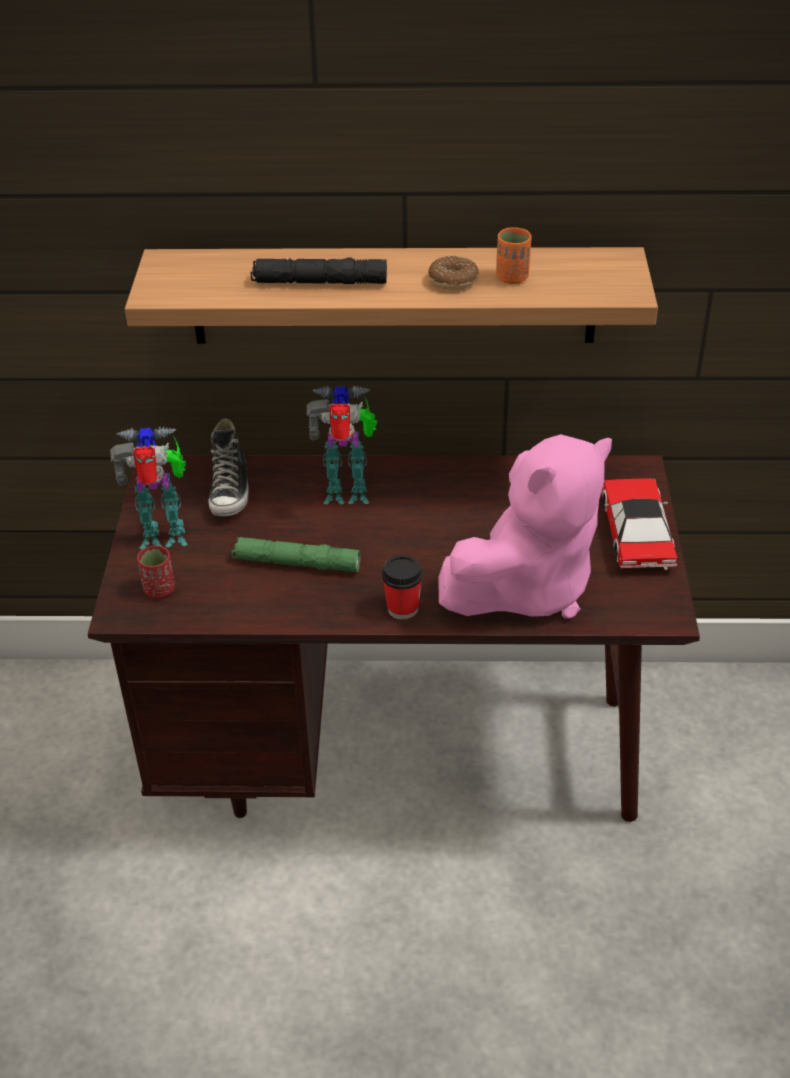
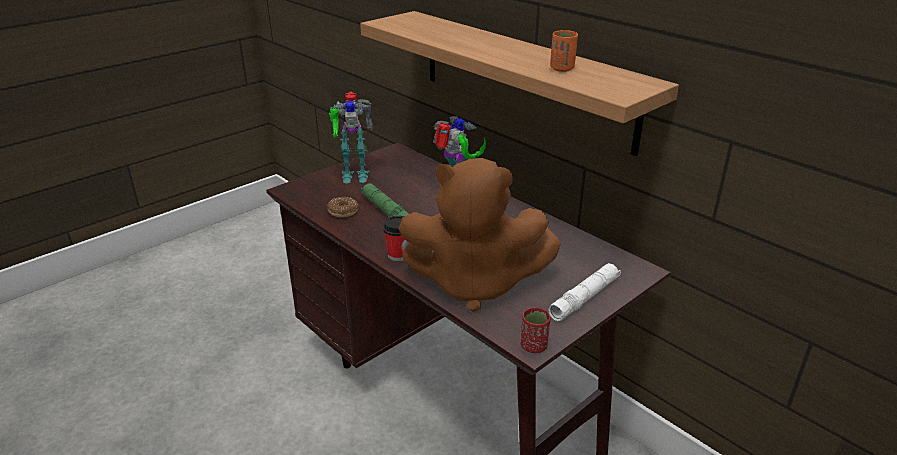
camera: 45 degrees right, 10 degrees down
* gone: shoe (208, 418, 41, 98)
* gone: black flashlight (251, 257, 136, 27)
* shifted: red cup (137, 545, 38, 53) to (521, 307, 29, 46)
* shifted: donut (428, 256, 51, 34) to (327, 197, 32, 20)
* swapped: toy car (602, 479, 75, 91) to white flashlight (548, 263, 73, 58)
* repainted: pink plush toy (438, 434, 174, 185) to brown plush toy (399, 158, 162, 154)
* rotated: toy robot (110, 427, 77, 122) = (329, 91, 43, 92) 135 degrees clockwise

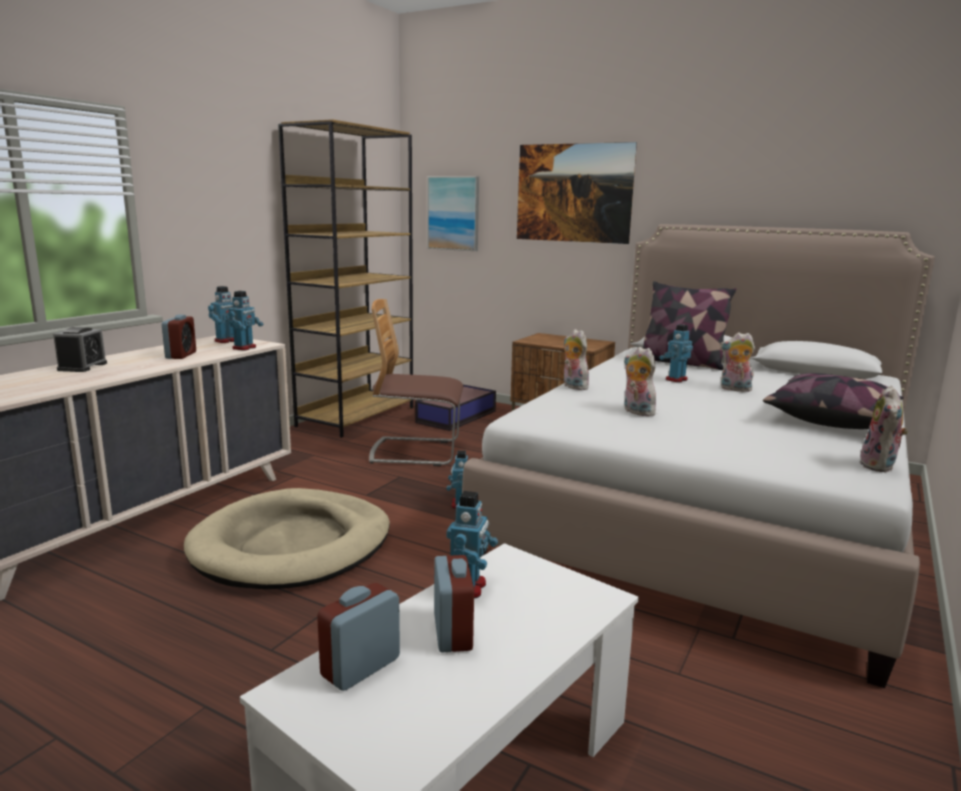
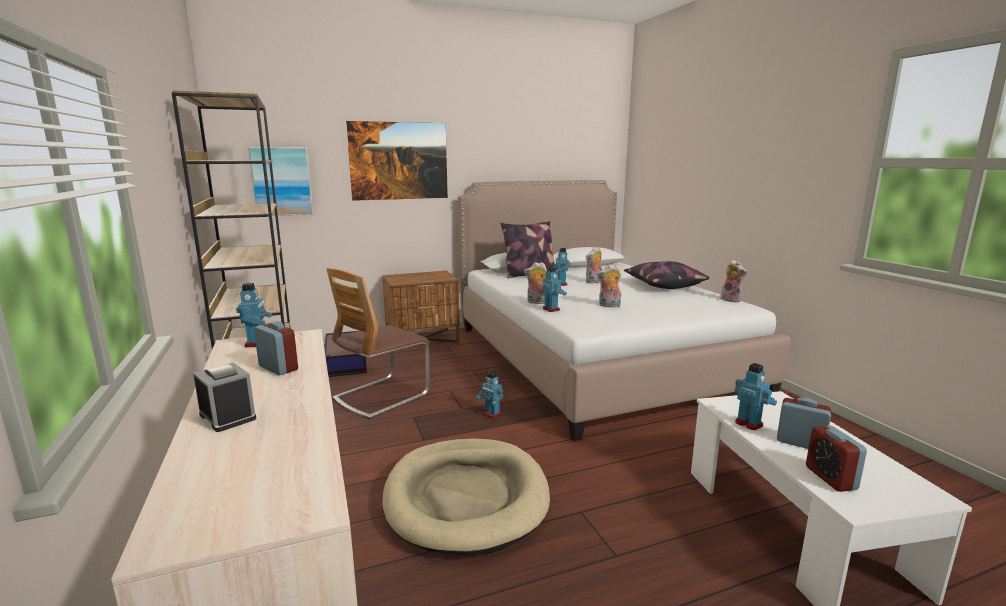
camera: 50 degrees left, 0 degrees up
* shifted: toy robot (228, 291, 35, 59) to (542, 266, 25, 46)

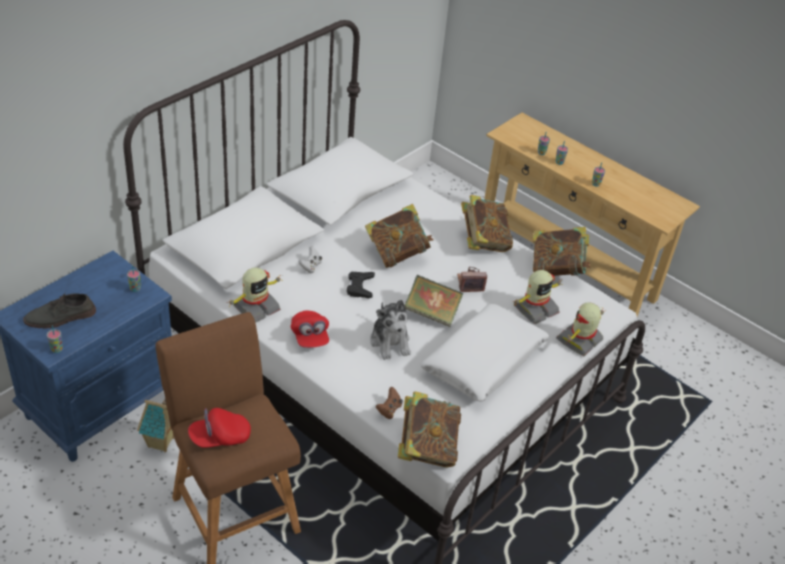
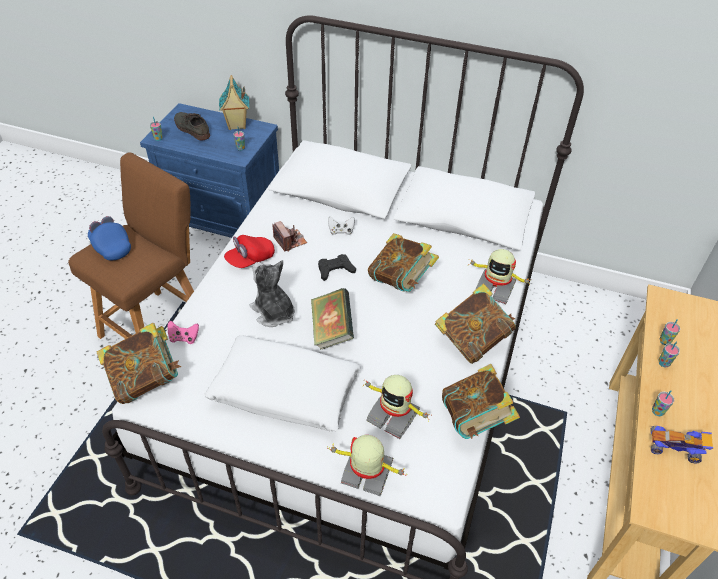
camera: 70 degrees right, 5 degrees up
* new: toy car (650, 426, 63, 38)
* shifted: toy house (137, 399, 37, 53) to (219, 75, 31, 55)
* shifted: toy robot (229, 267, 53, 56) to (468, 249, 62, 55)
* shifted: photo camera (457, 267, 30, 25) to (273, 221, 34, 30)
* repainted: red cap (188, 408, 63, 40) to blue cap (88, 216, 43, 44)
* repainted: brown game controller (376, 387, 27, 32) to pink game controller (168, 321, 31, 23)
* rotated: plush toy (370, 300, 41, 60) = (249, 260, 46, 67) 90 degrees clockwise

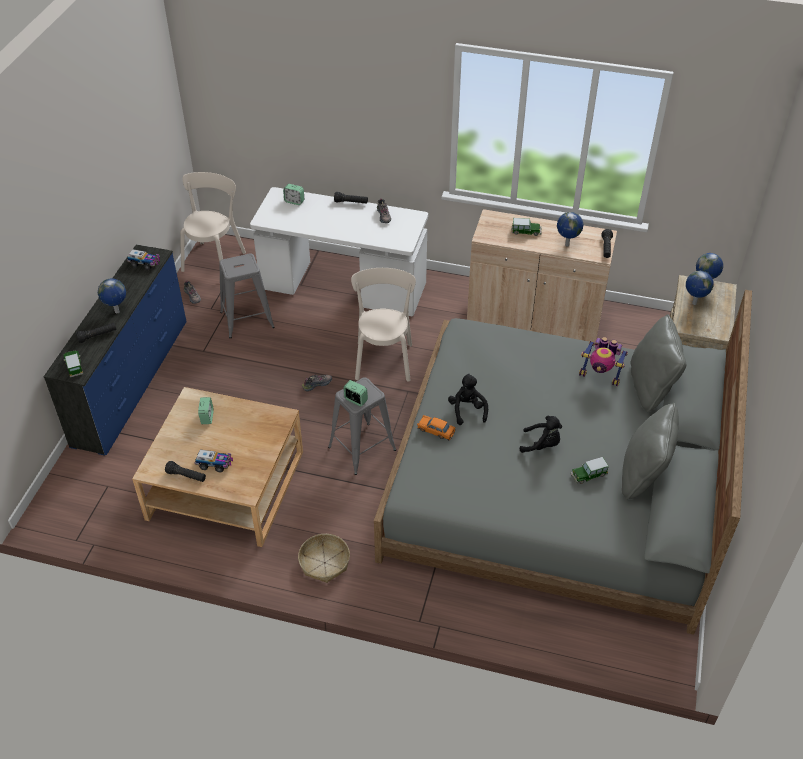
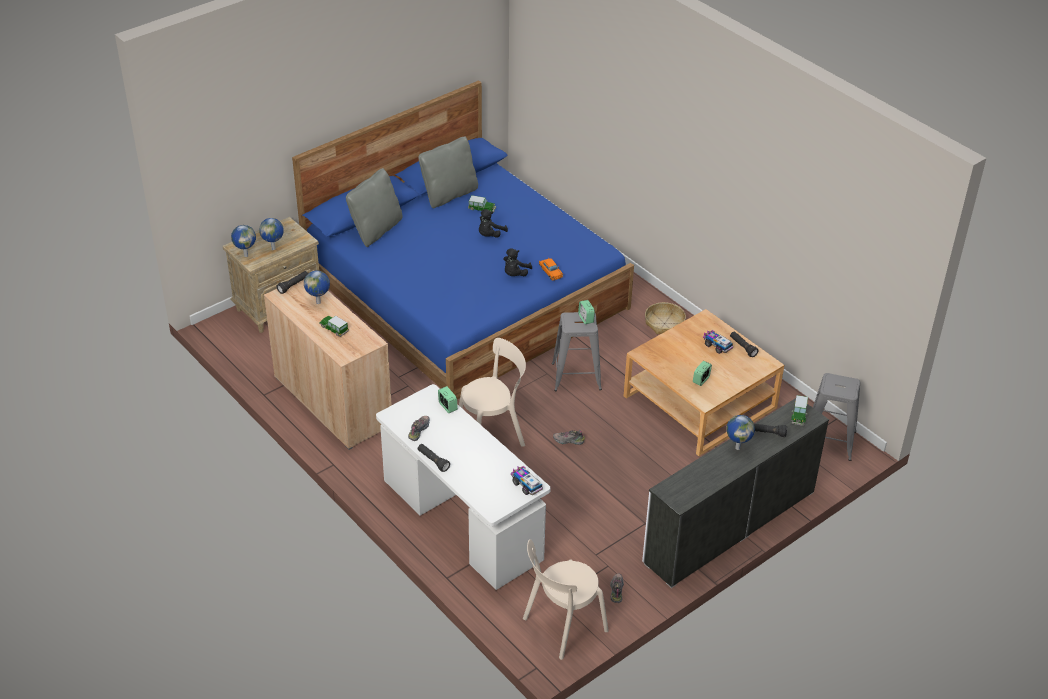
camera: 145 degrees left, 5 degrees down
* gone: toy robot (579, 337, 49, 49)
* shifted: toy truck (127, 249, 33, 21) to (511, 466, 32, 29)
* shifted: grey stool (219, 254, 56, 84) to (813, 373, 48, 88)
* shifted: alarm clock (283, 184, 21, 21) to (438, 386, 20, 27)
* repainted: blue dresser (43, 244, 144, 212) to white dresser (642, 398, 187, 190)
* repainted: grey bed (374, 290, 378, 345) to blue bed (292, 81, 342, 318)
* rotated: beige chair (351, 268, 65, 113) = (459, 338, 67, 109) 150 degrees counterclockwise
* rotated: black plush toy (520, 416, 42, 37) = (479, 209, 29, 29) 105 degrees counterclockwise

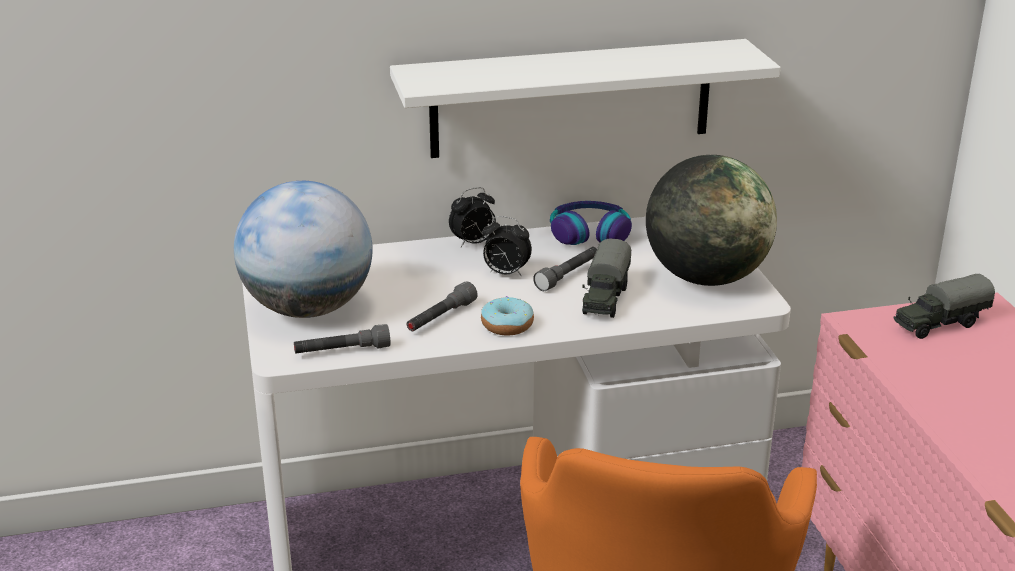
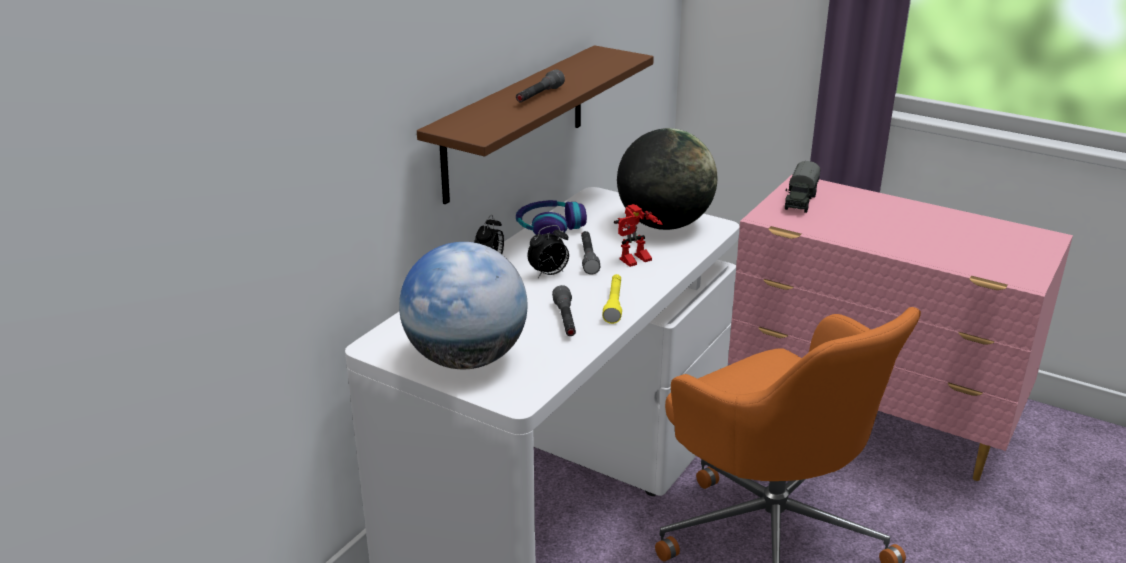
camera: 45 degrees left, 0 degrees up
* shifted: grey flashlight (294, 324, 96, 29) to (516, 69, 49, 33)
* swapped: donut (481, 296, 53, 39) to yellow flashlight (603, 274, 19, 50)
* swapped: toy truck (582, 238, 49, 80) to toy robot (614, 204, 49, 63)
* repainted: white shelf (390, 39, 391, 119) to brown shelf (417, 45, 237, 159)

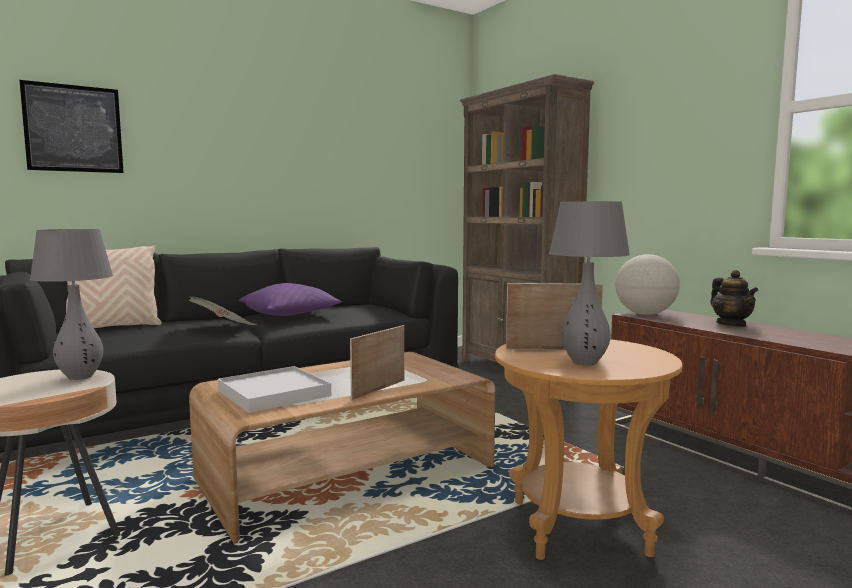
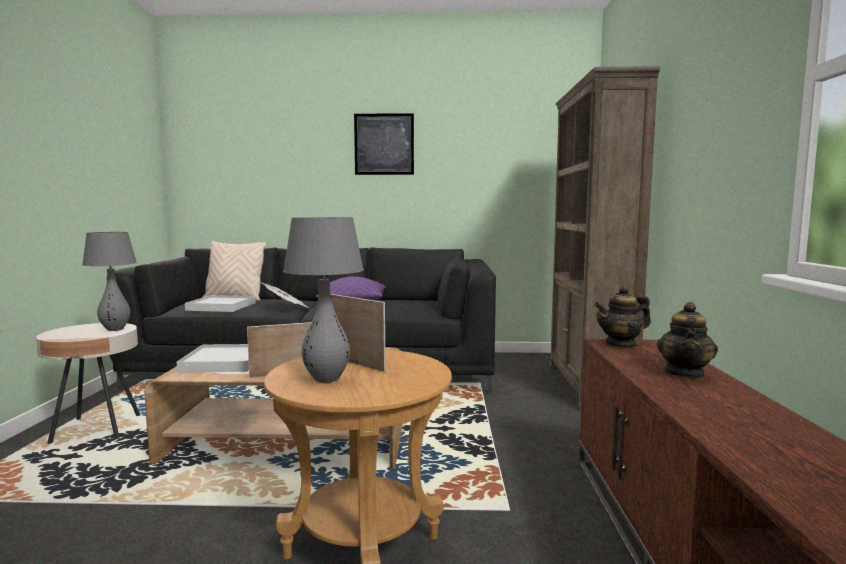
camera: 35 degrees right, 0 degrees up
* new: white tray (185, 295, 70, 17)
* shifted: picture (19, 80, 105, 93) to (354, 113, 60, 62)
* swapped: globe (615, 254, 65, 61) to teapot (594, 285, 57, 63)

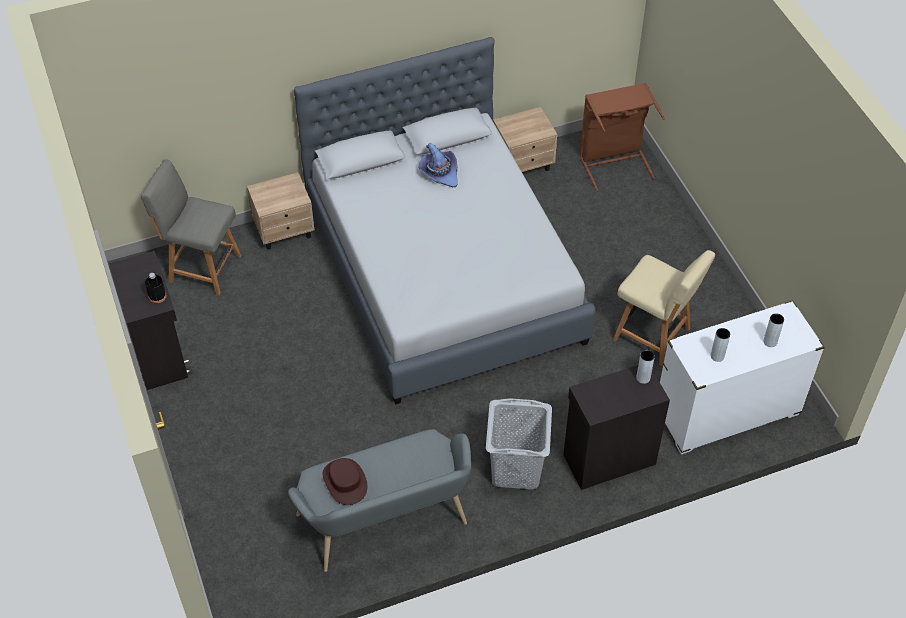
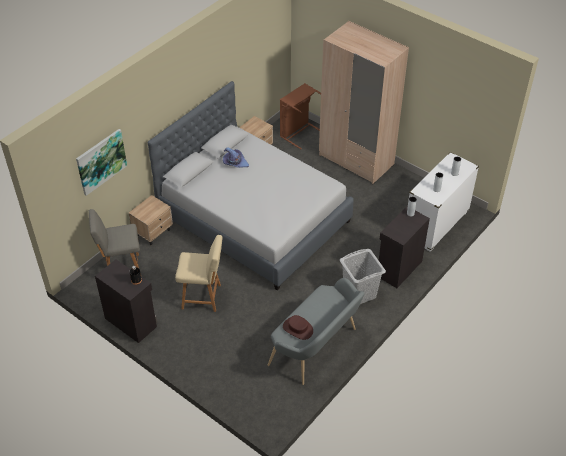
camera: 30 degrees left, 5 degrees down
* new: picture (76, 129, 51, 67)
* new: beige wardrobe (319, 21, 90, 163)
* shifted: beige chair (613, 250, 102, 116) to (175, 235, 47, 77)

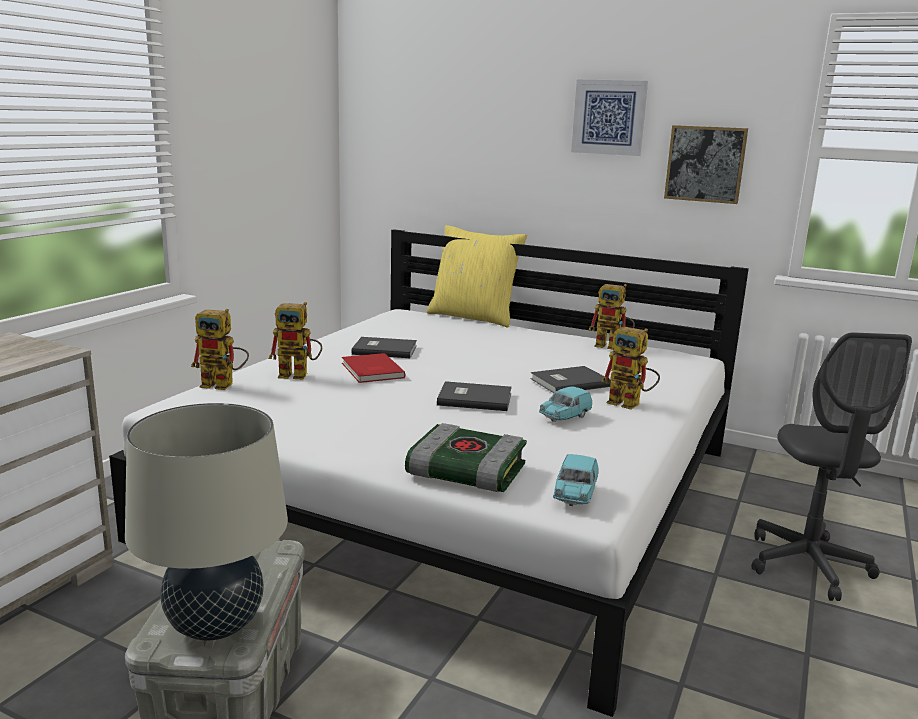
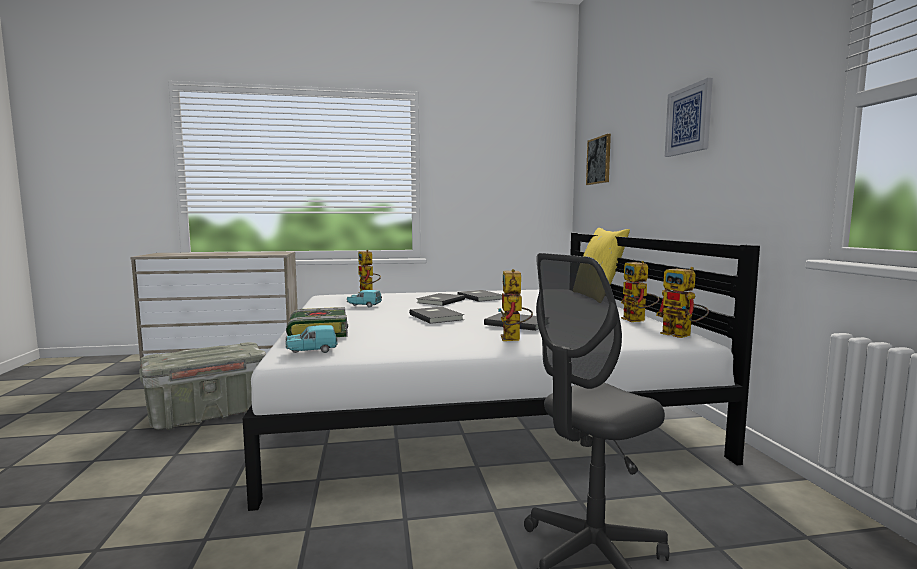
camera: 55 degrees right, 10 degrees down
* gone: beige table lamp (125, 403, 163, 238)
* shifted: toy robot (269, 302, 53, 77) to (656, 267, 53, 71)
* shifted: turquoise toy car (539, 386, 53, 36) to (347, 290, 35, 18)
* shifted: picture (664, 125, 84, 79) to (586, 134, 25, 51)
* repainted: red book (342, 353, 64, 30) to grey book (416, 293, 49, 13)

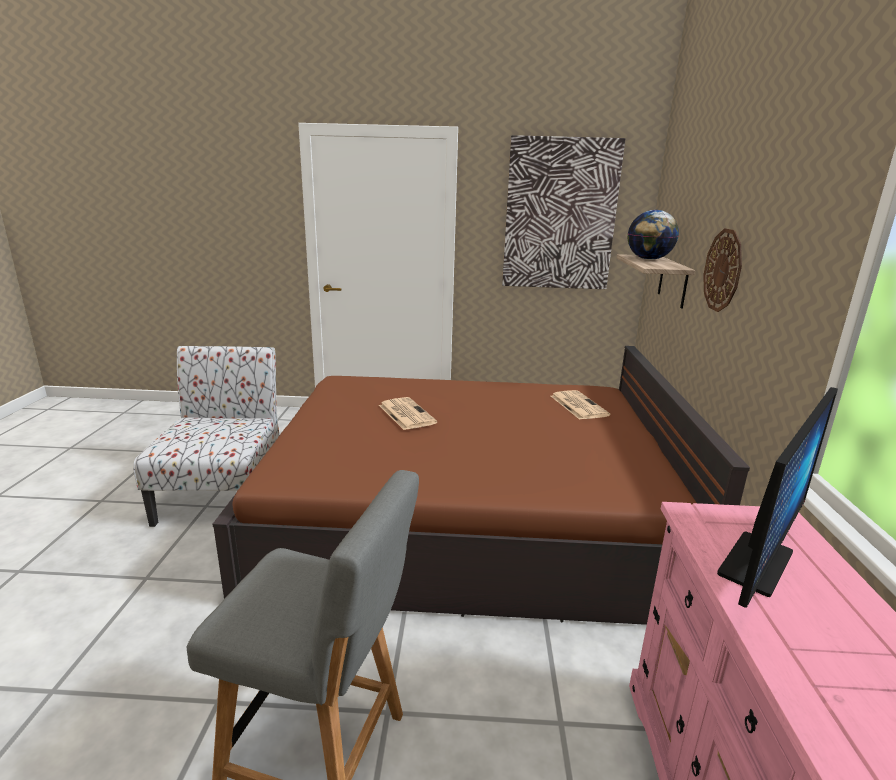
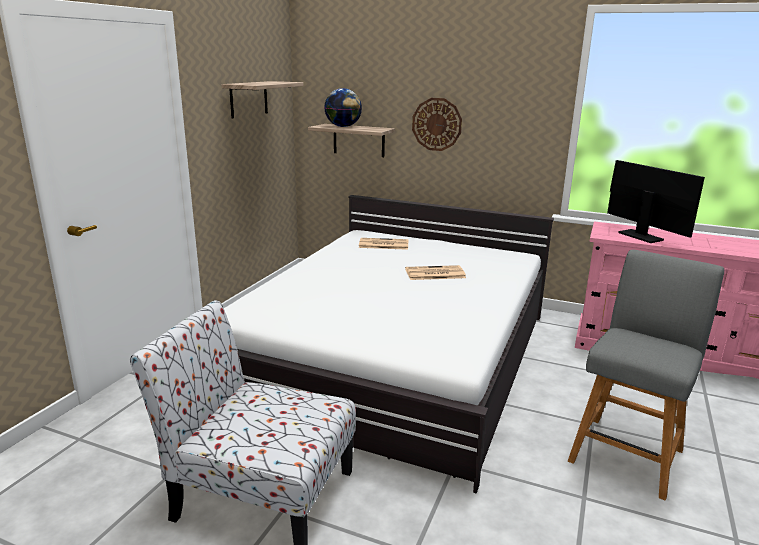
camera: 70 degrees left, 0 degrees up
* shifted: newspaper (379, 397, 58, 33) to (405, 265, 61, 15)
* swapped: picture (502, 135, 123, 154) to shelf (221, 81, 82, 37)
* repainted: brown bed (212, 346, 538, 279) to white bed (224, 195, 330, 298)

